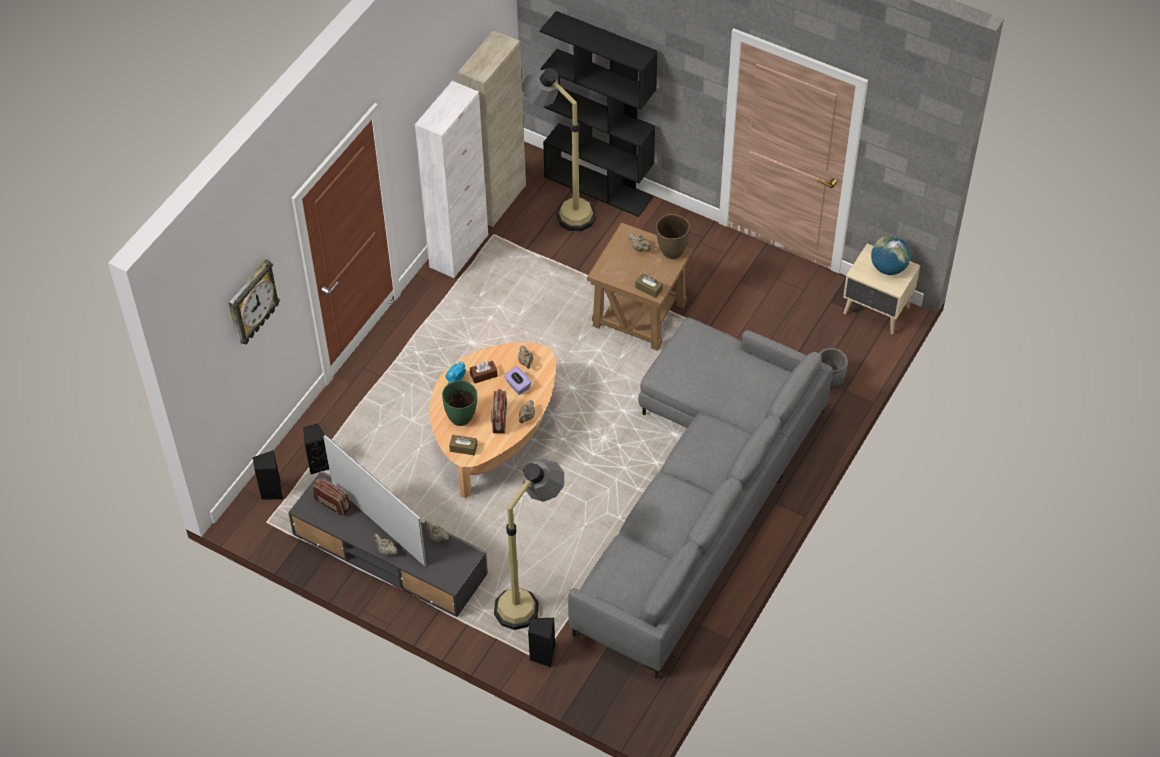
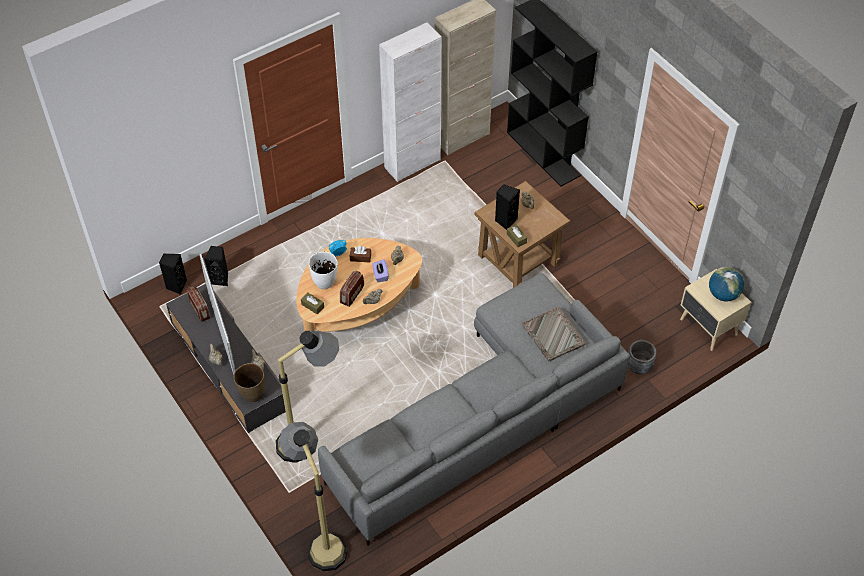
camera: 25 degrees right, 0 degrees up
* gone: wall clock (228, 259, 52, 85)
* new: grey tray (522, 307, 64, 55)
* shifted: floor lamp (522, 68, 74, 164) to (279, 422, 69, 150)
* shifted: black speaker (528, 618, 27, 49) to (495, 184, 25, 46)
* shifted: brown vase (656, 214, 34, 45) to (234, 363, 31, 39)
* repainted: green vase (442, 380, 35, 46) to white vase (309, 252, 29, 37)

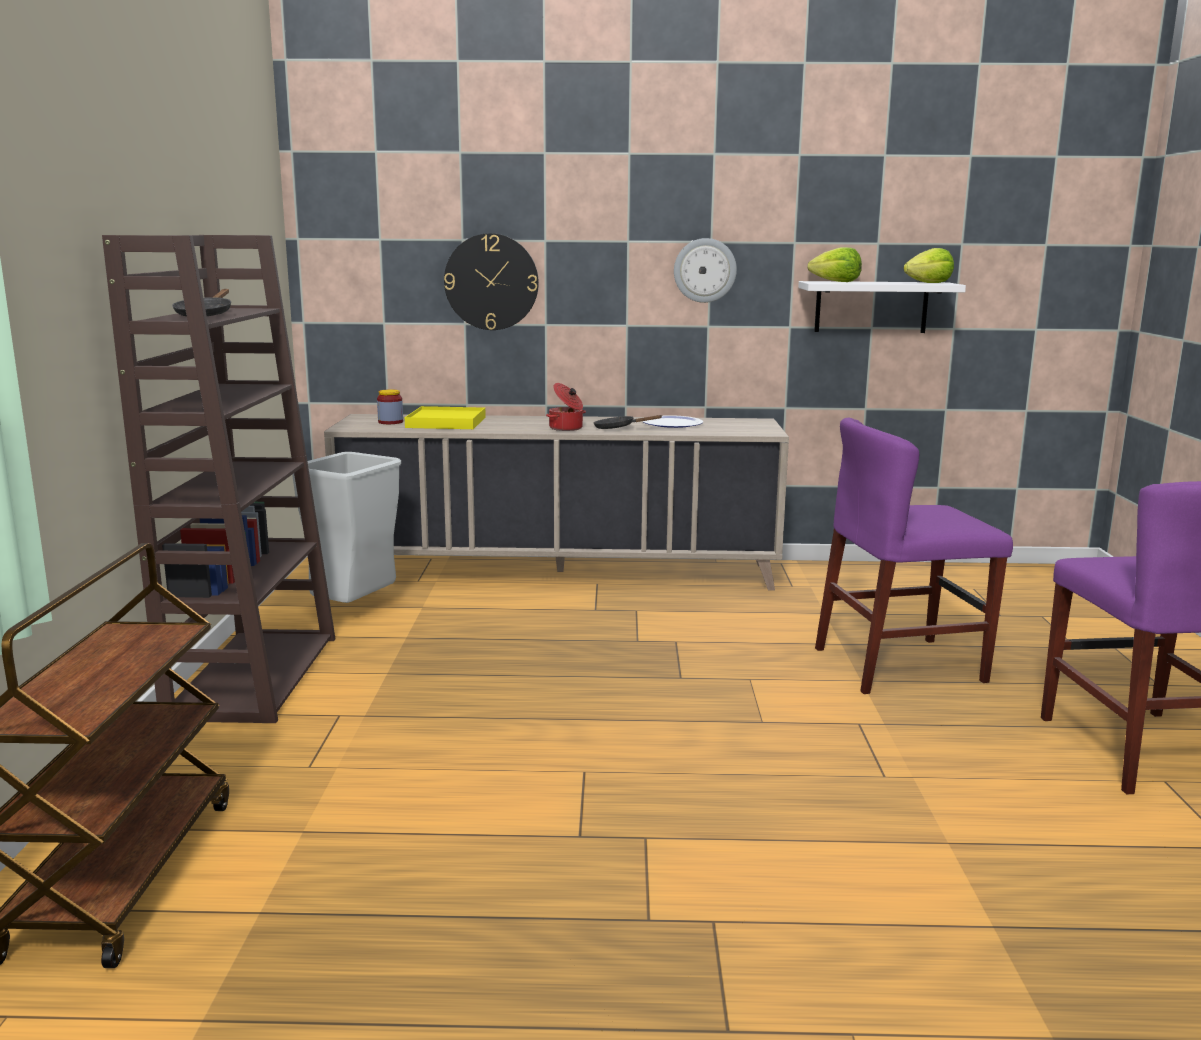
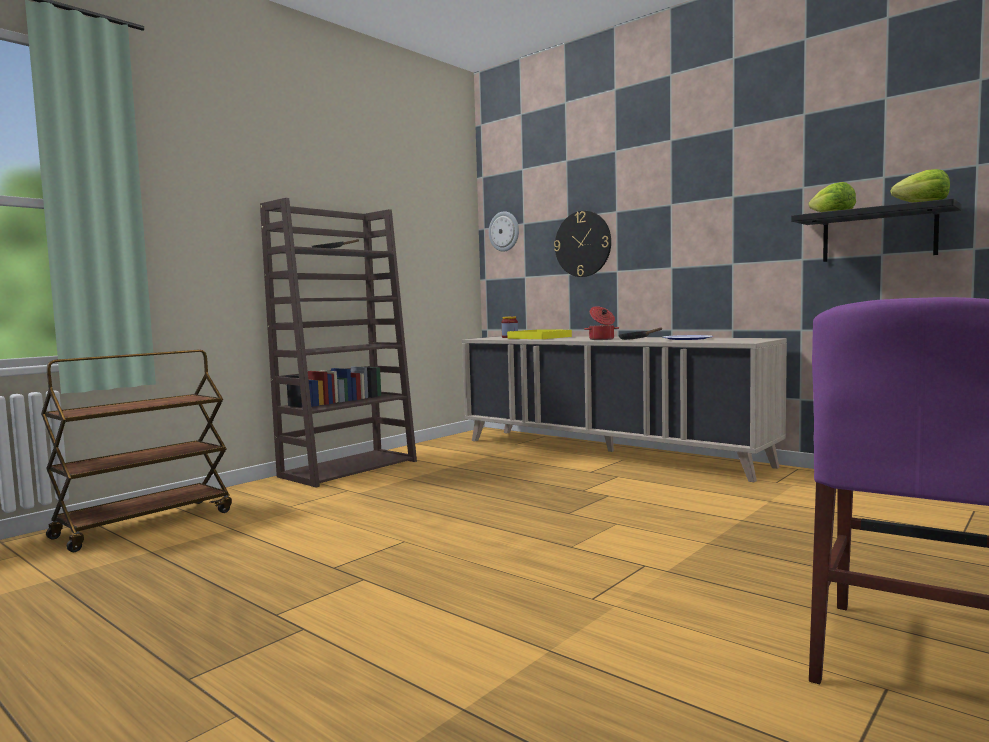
camera: 40 degrees right, 10 degrees down
* gone: grey trash can (292, 452, 109, 151)
* gone: purple chair (815, 418, 198, 276)
* shifted: wall clock (674, 238, 63, 65) to (489, 211, 30, 41)
* repainted: white shelf (798, 281, 168, 52) to black shelf (791, 198, 171, 64)

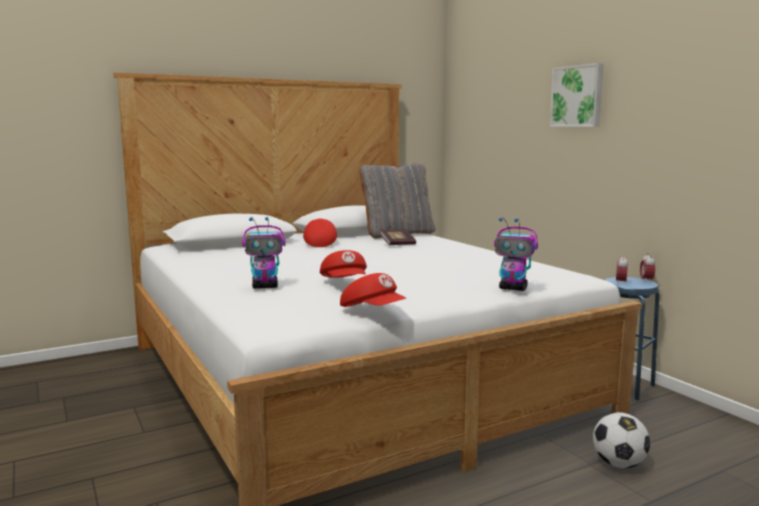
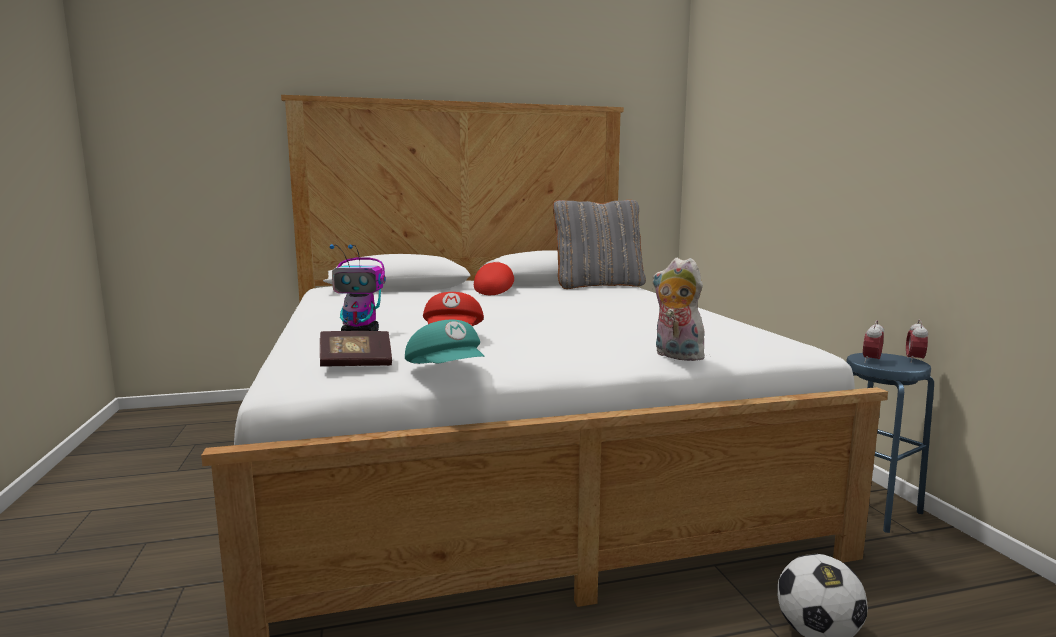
camera: 15 degrees right, 0 degrees up
* gone: picture (550, 63, 54, 64)
* shifted: book (380, 229, 36, 16) to (320, 331, 72, 36)
* swapped: toy robot (494, 218, 44, 73) to plush toy (652, 258, 53, 103)
* repainted: red cap (340, 273, 66, 34) to turquoise cap (405, 320, 80, 44)

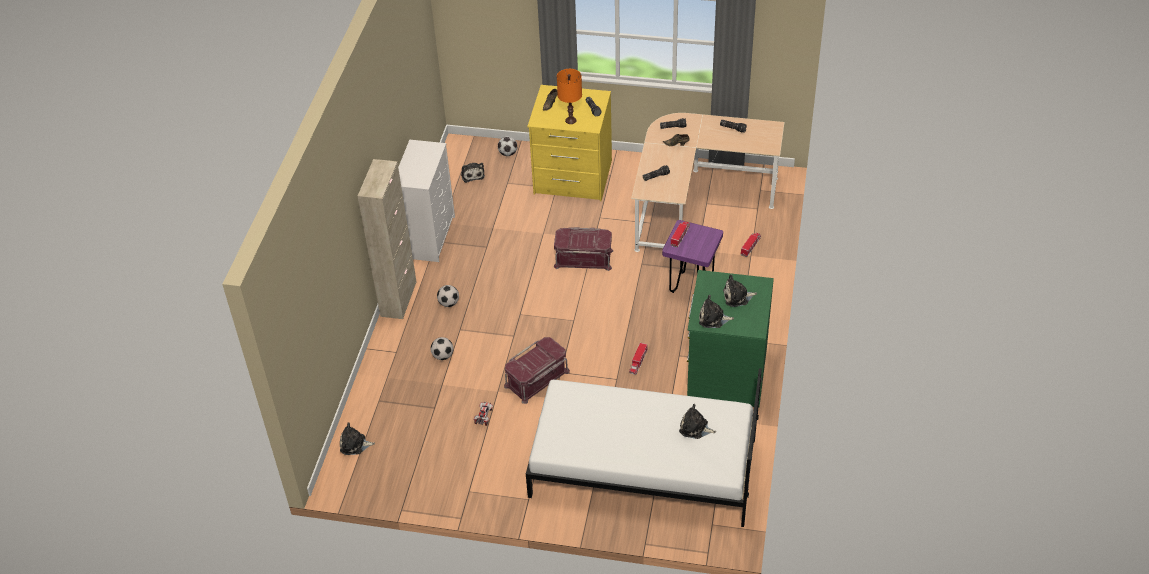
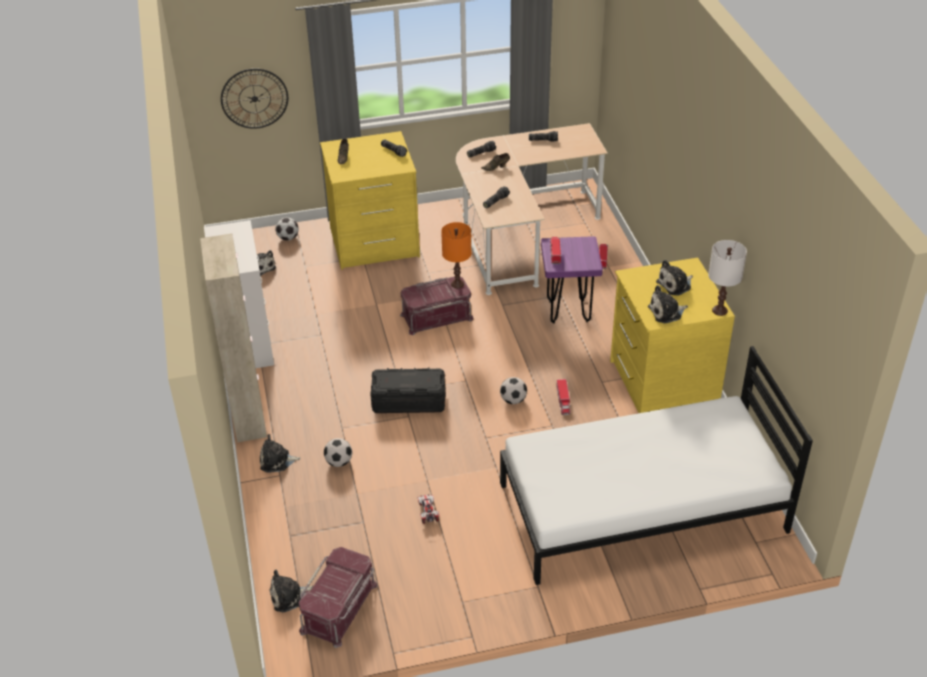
camera: 25 degrees left, 5 degrees down
* new: wall clock (221, 68, 67, 61)
* new: black storage box (370, 367, 75, 46)
* new: white table lamp (708, 240, 39, 76)
* shifted: football (437, 285, 22, 22) to (500, 377, 27, 27)
* shifted: red storage box (504, 337, 66, 67) to (298, 547, 79, 101)
* shifted: orange table lamp (557, 69, 25, 55) to (441, 222, 30, 66)
* shifted: plush toy (679, 404, 37, 35) to (260, 434, 41, 39)
* repainted: green dresser (687, 270, 87, 138) to yellow dresser (610, 257, 125, 156)

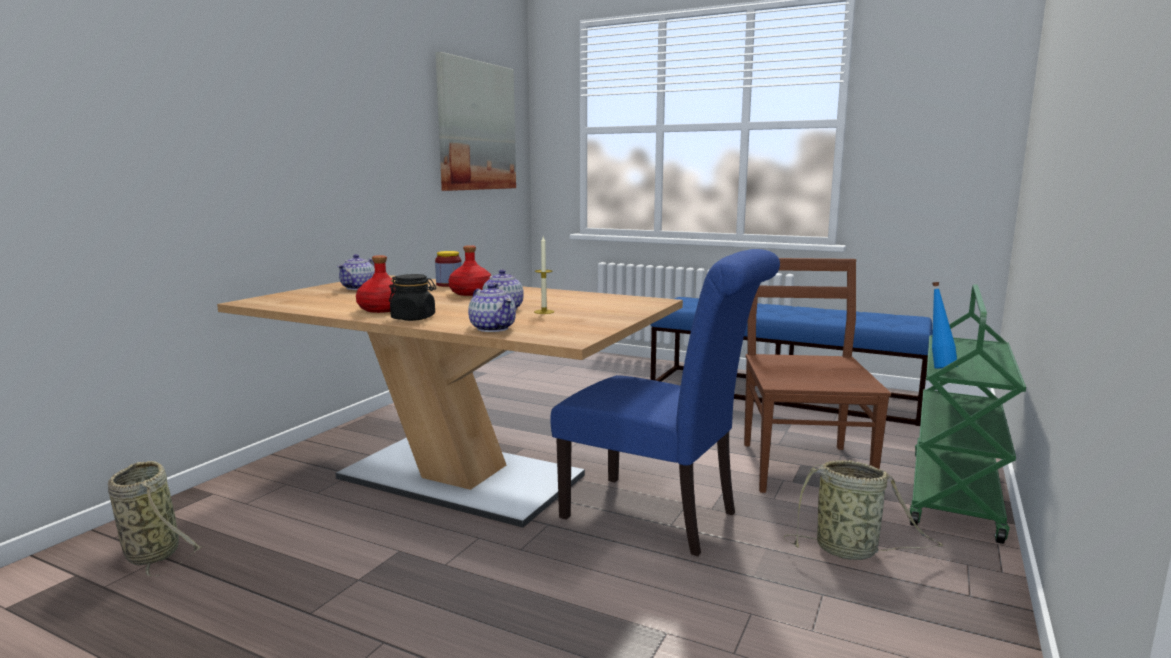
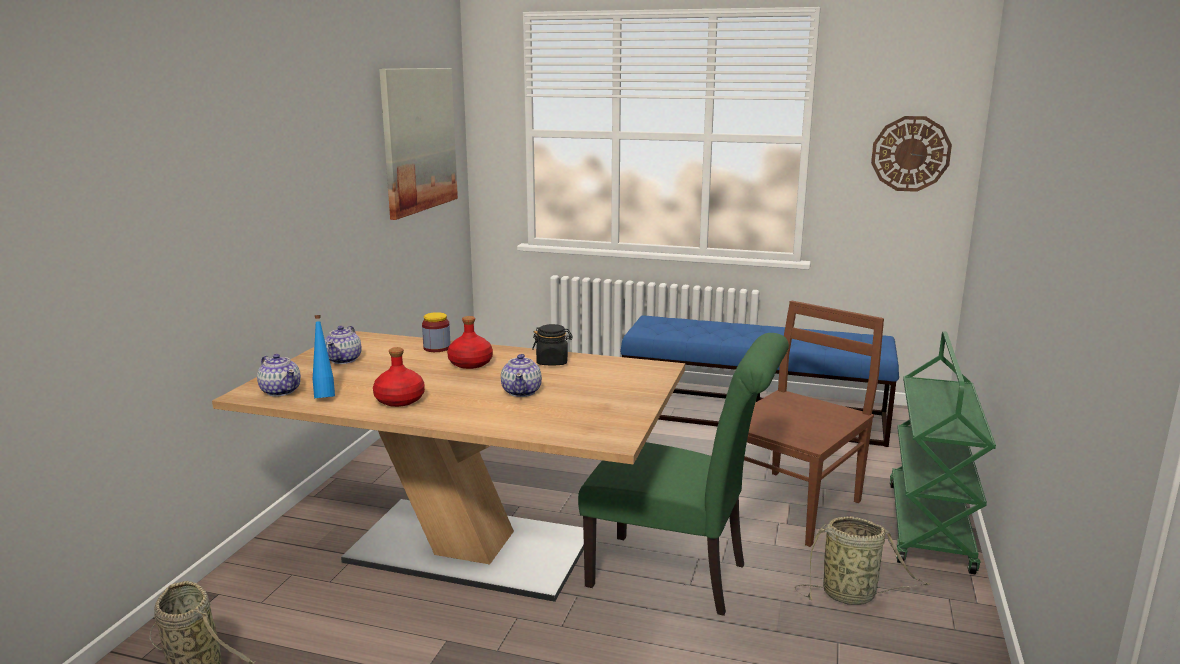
camera: 10 degrees left, 5 degrees up
* gone: candle (534, 237, 20, 77)
* new: wall clock (871, 116, 81, 76)
* shifted: black jar (389, 274, 47, 47) to (532, 324, 41, 42)
* shifted: teapot (468, 283, 48, 49) to (257, 354, 44, 42)
* shifted: blue bottle (932, 282, 26, 87) to (313, 315, 22, 83)
* repainted: blue chair (551, 249, 229, 307) to green chair (578, 333, 211, 283)
* rotated: brown chair (744, 258, 147, 235) = (744, 301, 140, 246) 45 degrees clockwise

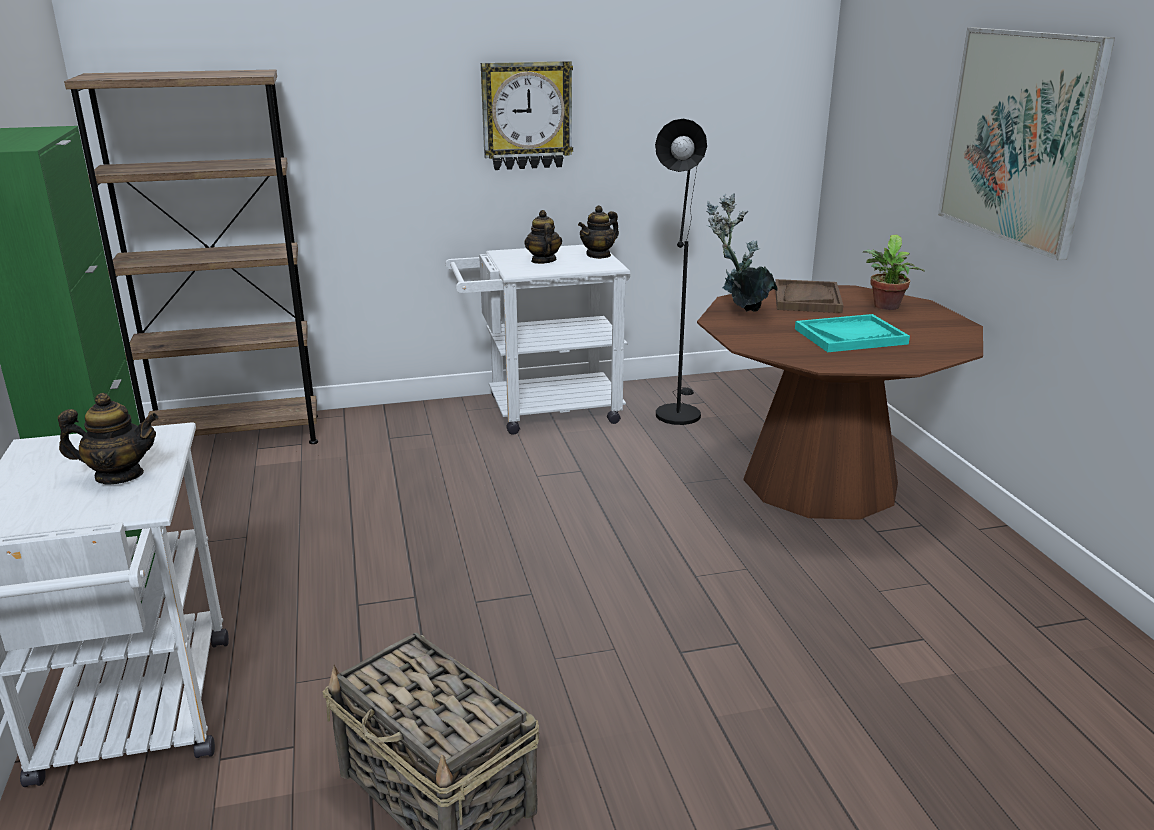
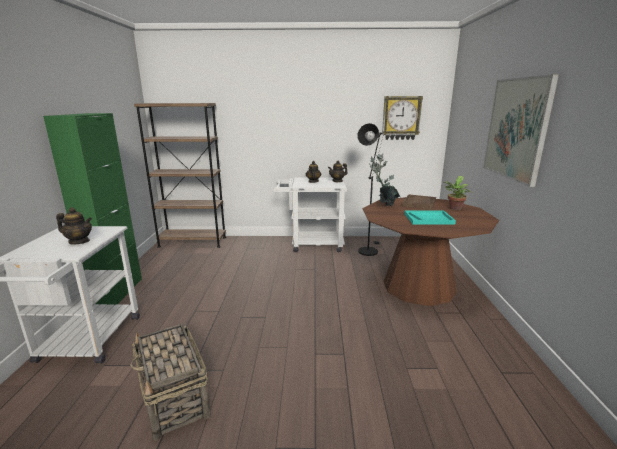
camera: 15 degrees right, 5 degrees down
* shifted: wall clock (481, 61, 92, 109) to (382, 96, 41, 44)

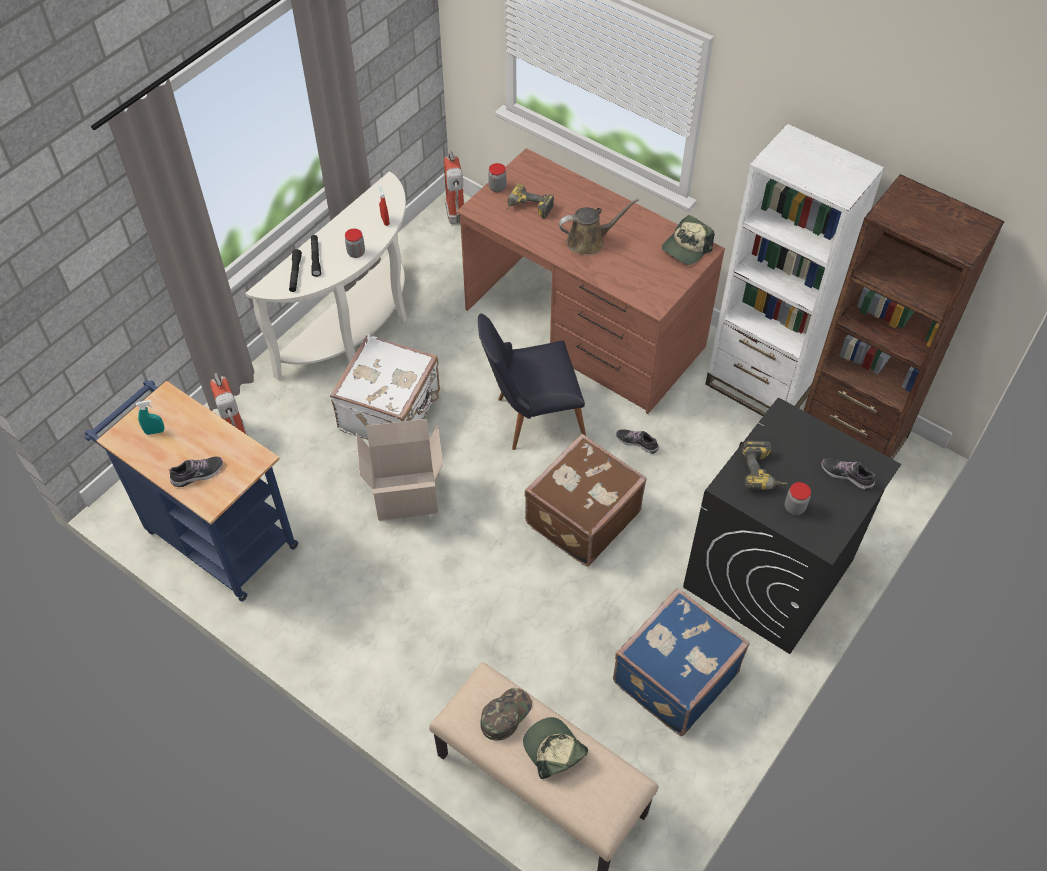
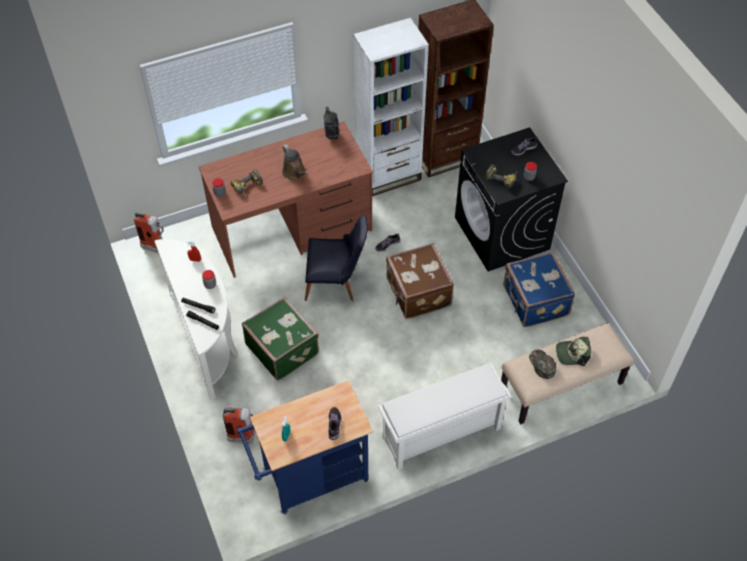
camera: 60 degrees left, 0 degrees up
* gone: cardboard box (356, 419, 87, 102)
* new: white shoe rack (378, 363, 133, 107)
* swapped: cap (662, 215, 53, 50) to radio (324, 107, 15, 32)
* repainted: white suitcase (330, 334, 110, 106) to green suitcase (242, 297, 77, 84)
* rotated: black chair (478, 313, 108, 137) = (305, 214, 63, 87) 105 degrees counterclockwise
* rotated: brown watering can (559, 198, 80, 57) = (282, 144, 26, 36) 135 degrees clockwise

